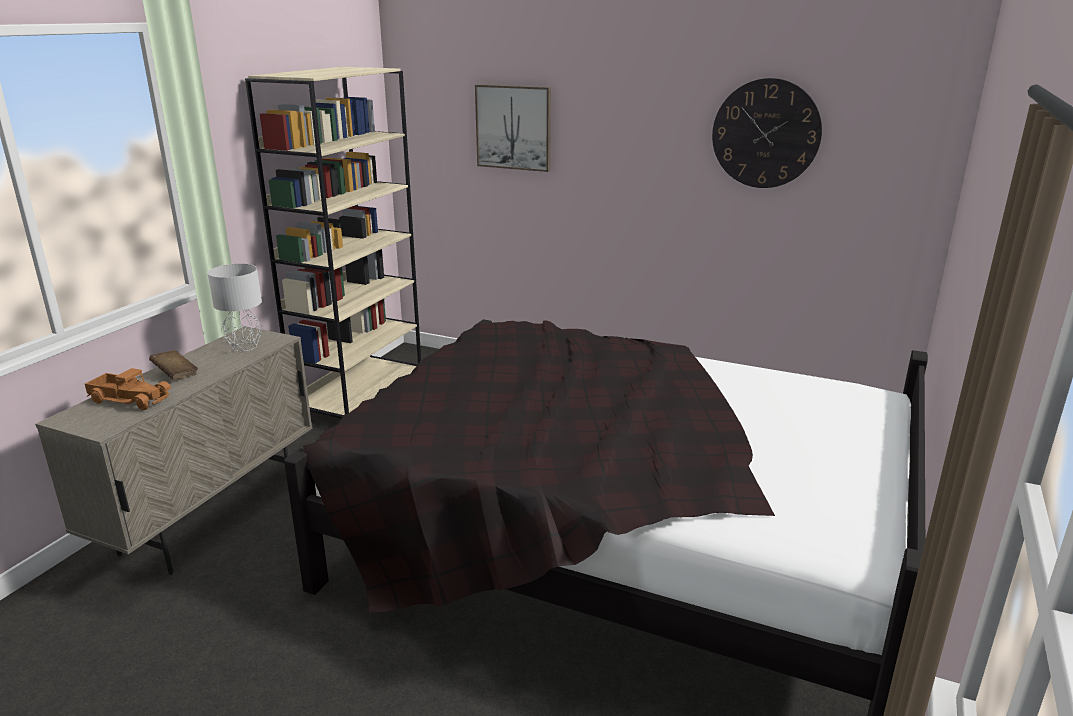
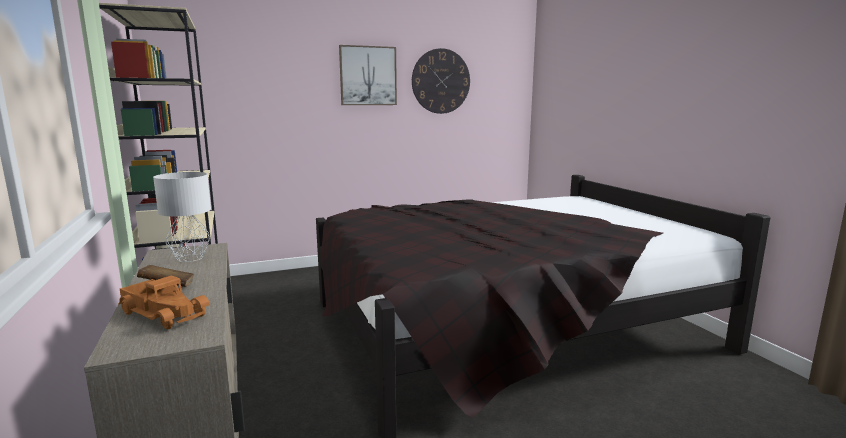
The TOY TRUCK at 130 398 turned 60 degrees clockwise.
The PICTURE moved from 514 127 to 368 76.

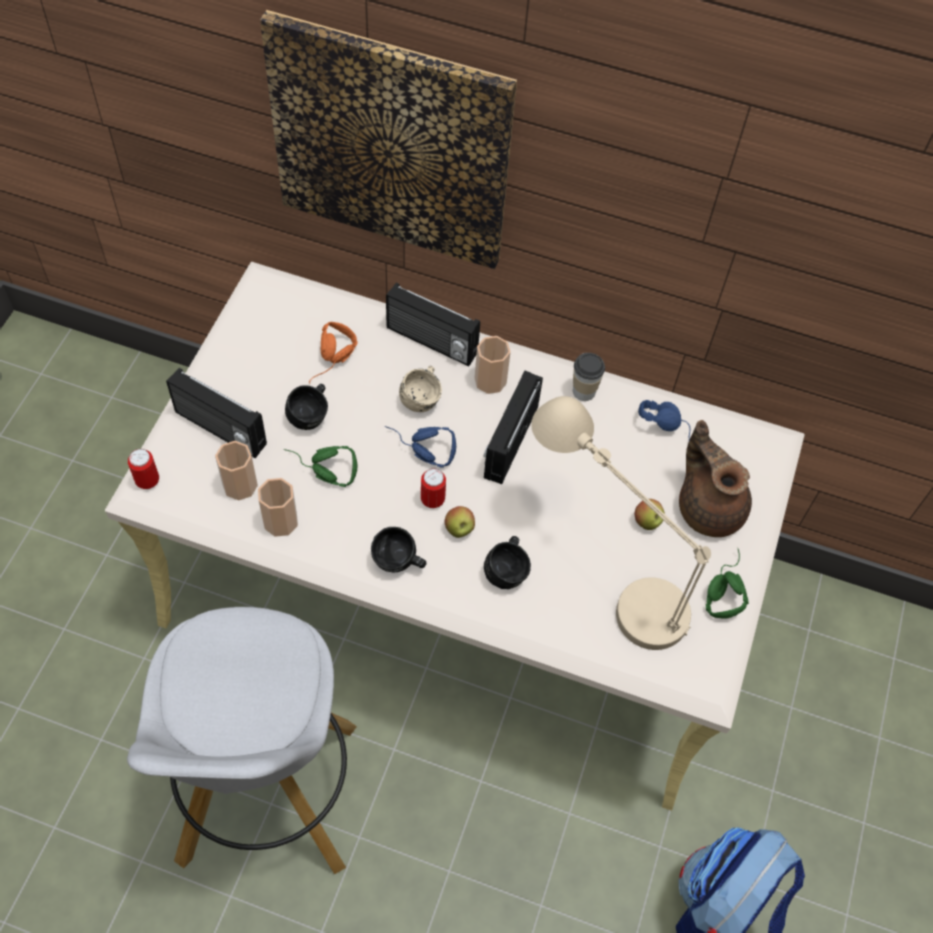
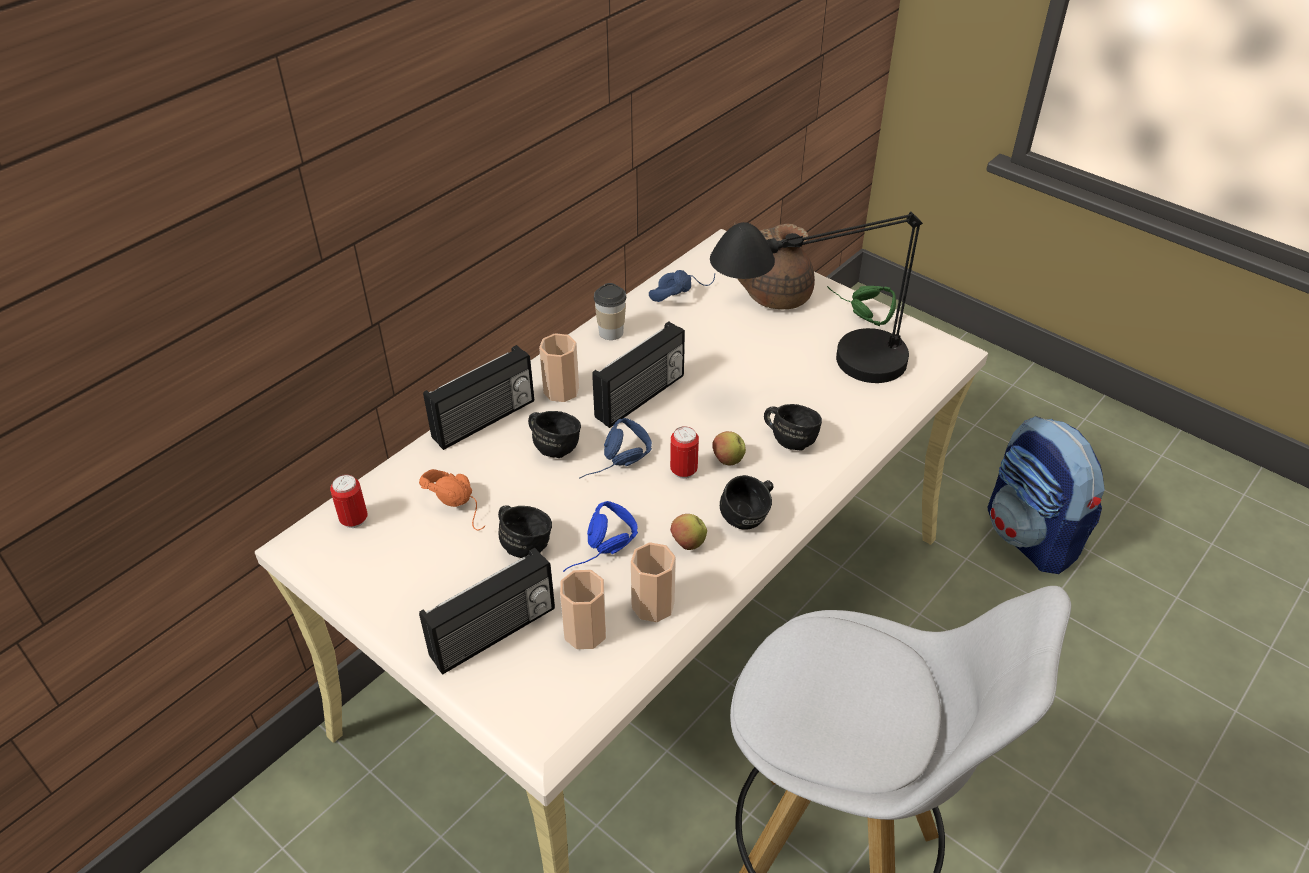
The CAN moved from 147 481 to 354 520.
The PICTURE at 391 143 disappeared.
The GREEN HEADPHONES at 320 471 became the BLUE HEADPHONES at 603 553.
The BEIGE MUG at 423 398 became the BLACK MUG at 554 445.
The RADIO at 509 441 turned 90 degrees counterclockwise.
The BEIGE TABLE LAMP at 605 570 became the BLACK TABLE LAMP at 814 374.
The APPLE moved from 647 522 to 688 544.

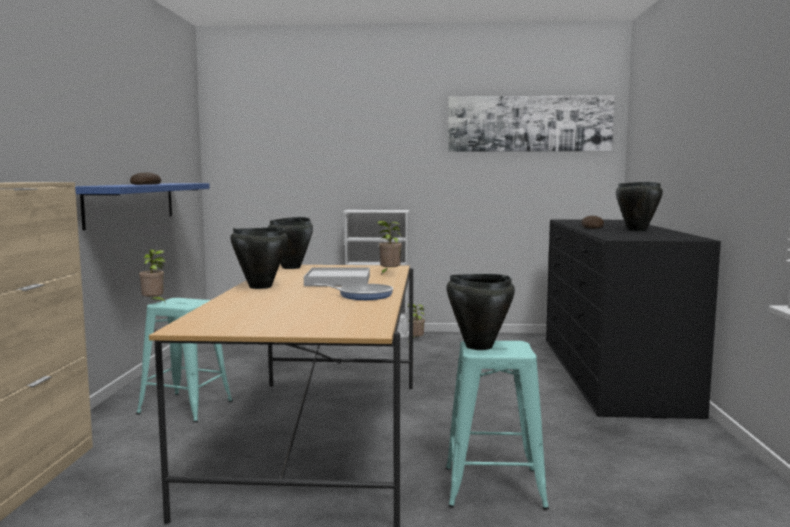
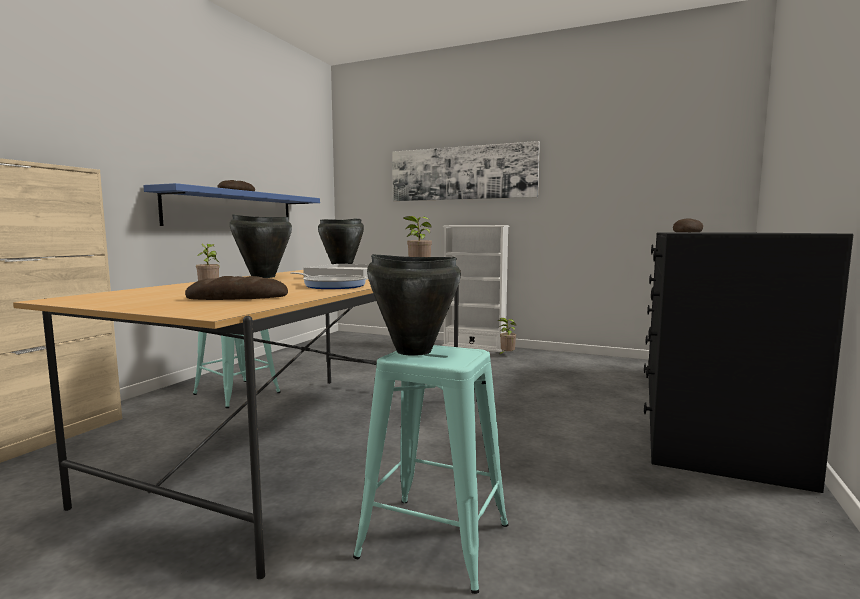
The PICTURE moved from 529 124 to 462 173.
The BLACK COOKING POT at 636 230 disappeared.
The BREAD at 238 297 appeared.

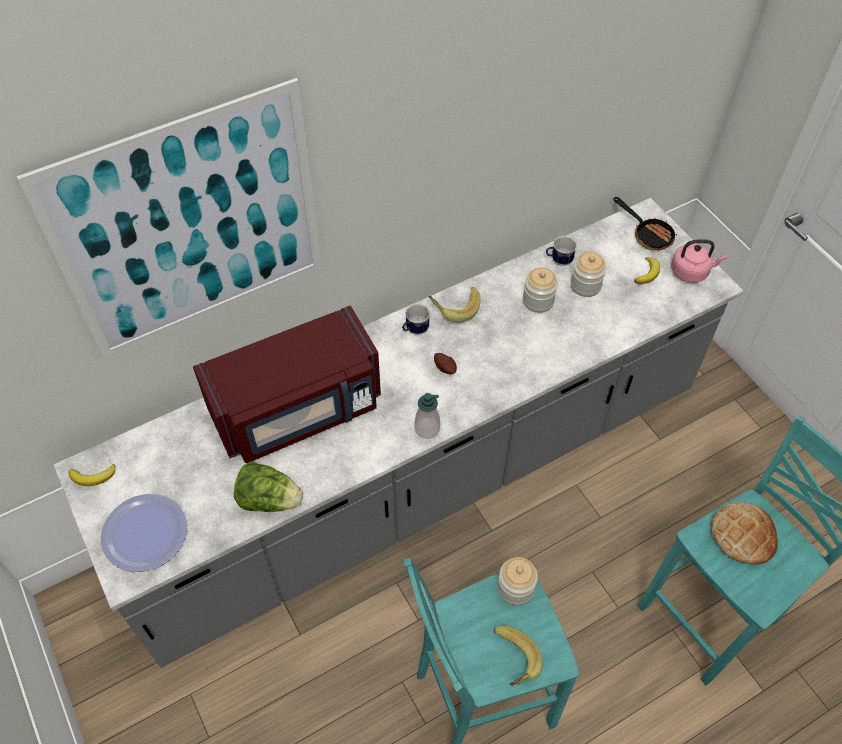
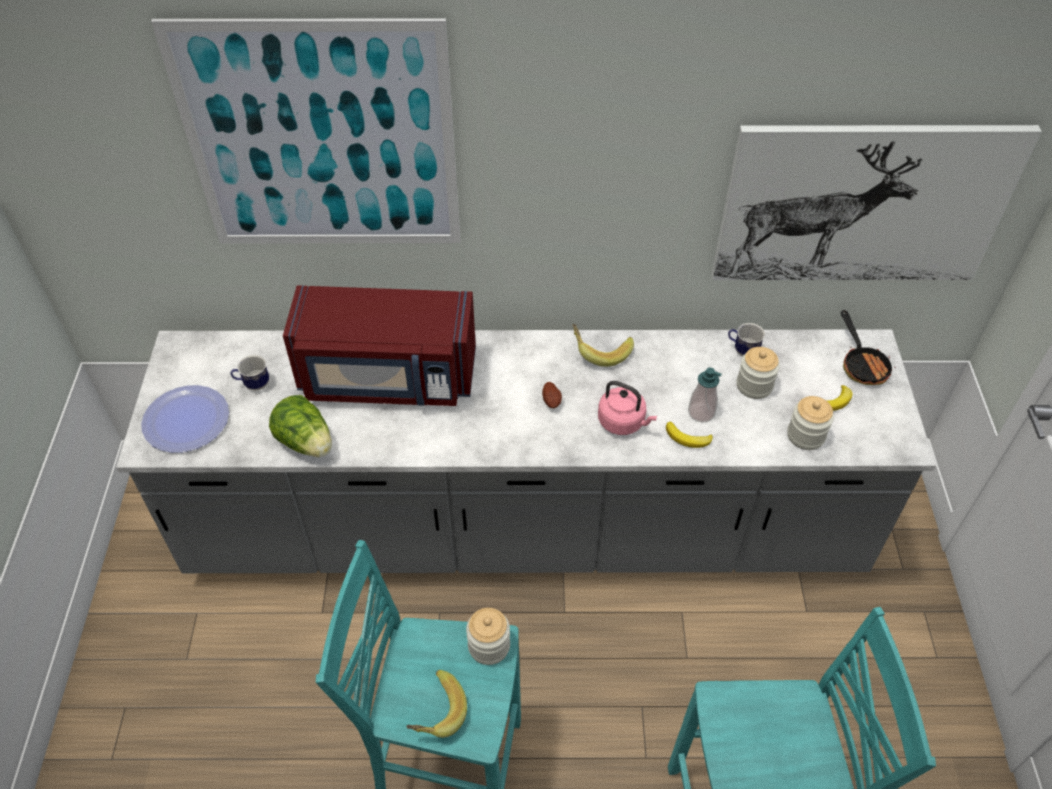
The BANANA moved from 93 477 to 687 438.
The MUG moved from 414 330 to 253 384.
The SOAP DISPENSER moved from 427 429 to 701 413.
The JAR moved from 538 301 to 805 435.
The PINK KETTLE moved from 691 272 to 623 422.
The BREAD at 742 535 disappeared.
The PICTURE at 863 204 appeared.

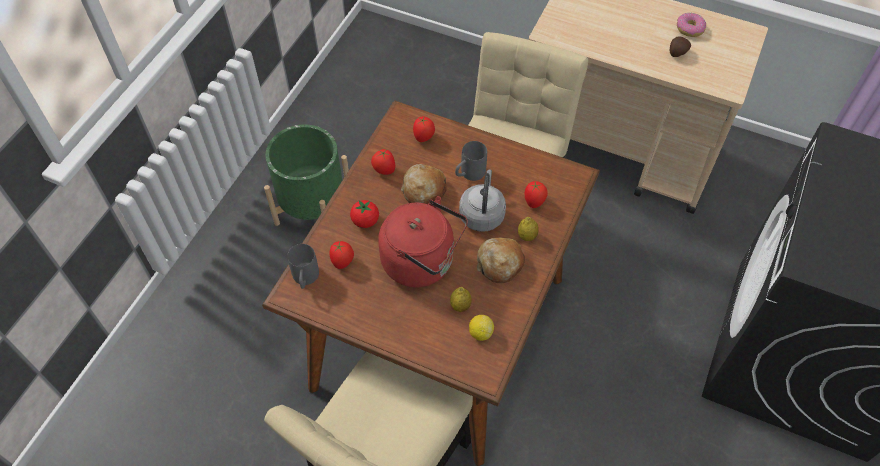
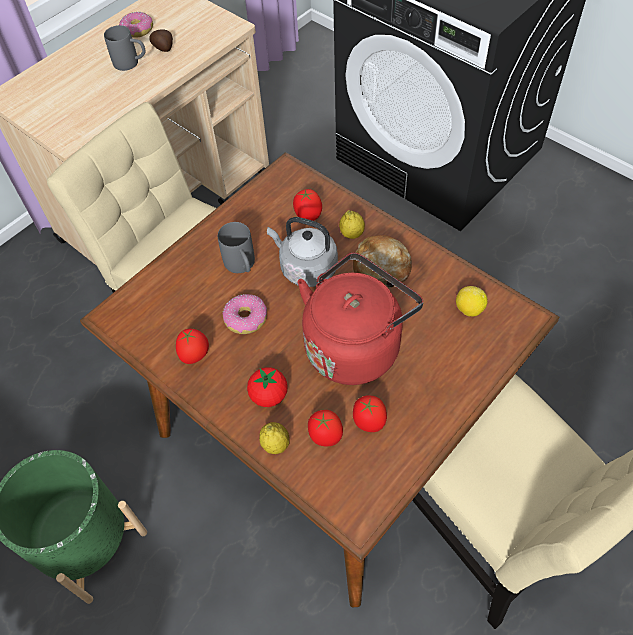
The GREY MUG moved from 305 279 to 131 63.
The BREAD at 423 190 was replaced by the DONUT at 246 319.
The TOMATO moved from 424 137 to 368 422.
The LEMON moved from 460 306 to 275 445.

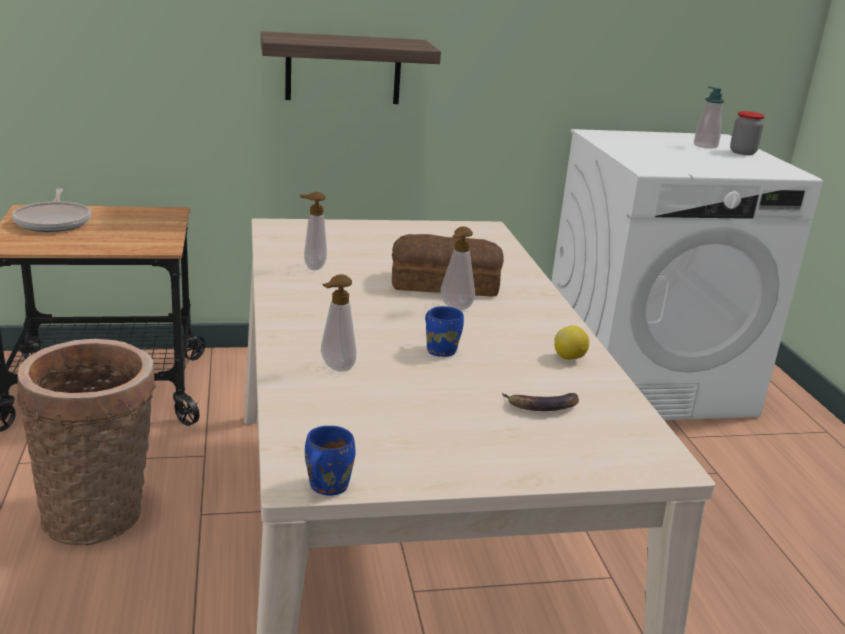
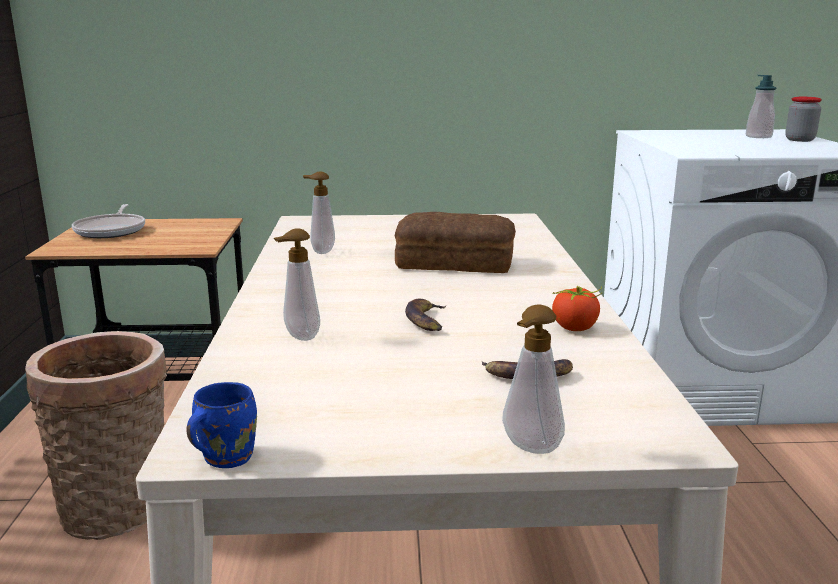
The SHELF at 343 69 disappeared.
The BLUE MUG at 441 350 was replaced by the BANANA at 427 321.
The SOAP DISPENSER moved from 454 307 to 529 449.
The LEMON at 569 358 was replaced by the TOMATO at 575 328.

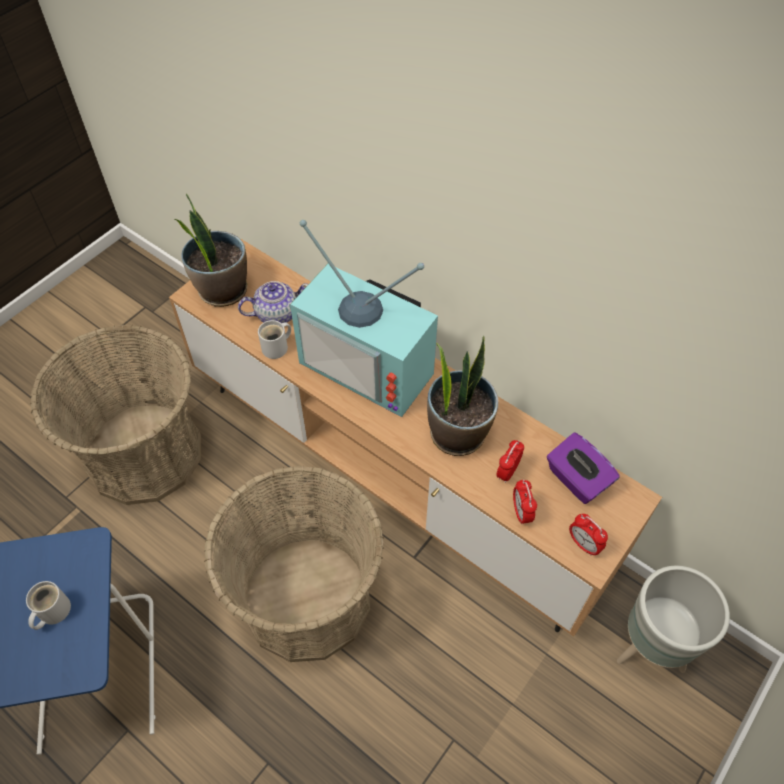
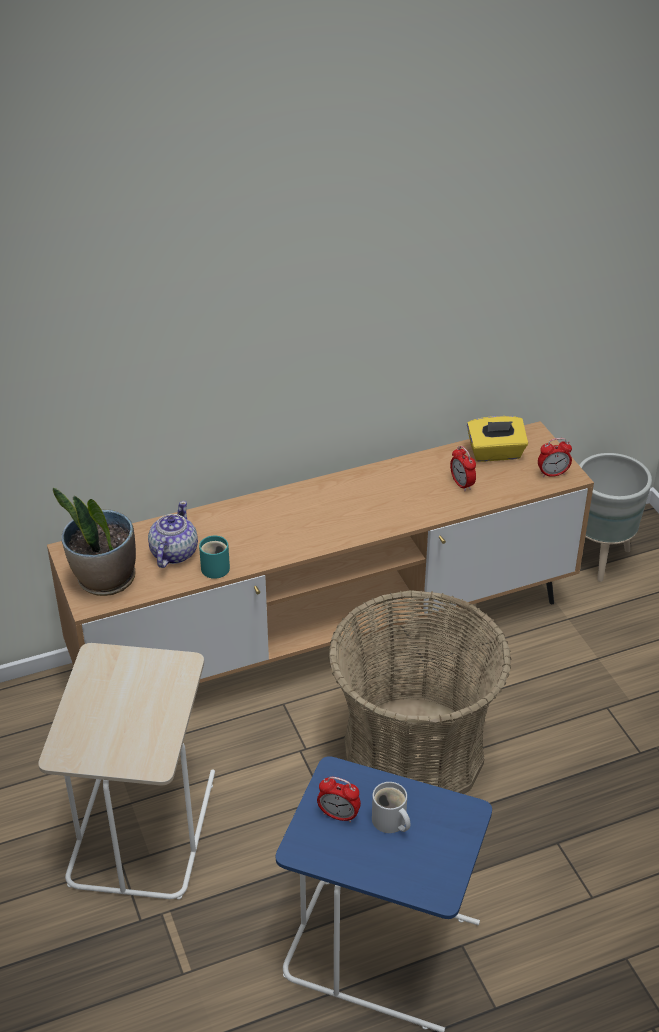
The BASKET at 144 453 was replaced by the BEIGE SIDE TABLE at 140 827.
The WHITE MUG at 277 347 became the TURQUOISE MUG at 215 566.
The TELEVISION at 371 364 disappeared.
The POTTED PLANT at 457 433 disappeared.
The ALARM CLOCK moved from 521 512 to 338 815.
The PURPLE TISSUE BOX at 576 479 became the YELLOW TISSUE BOX at 495 453.

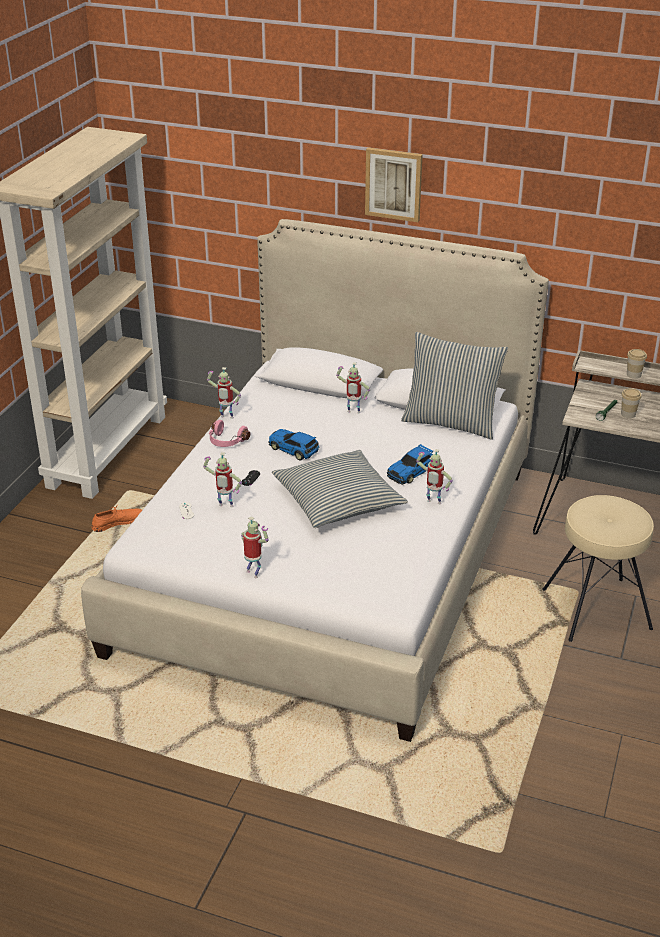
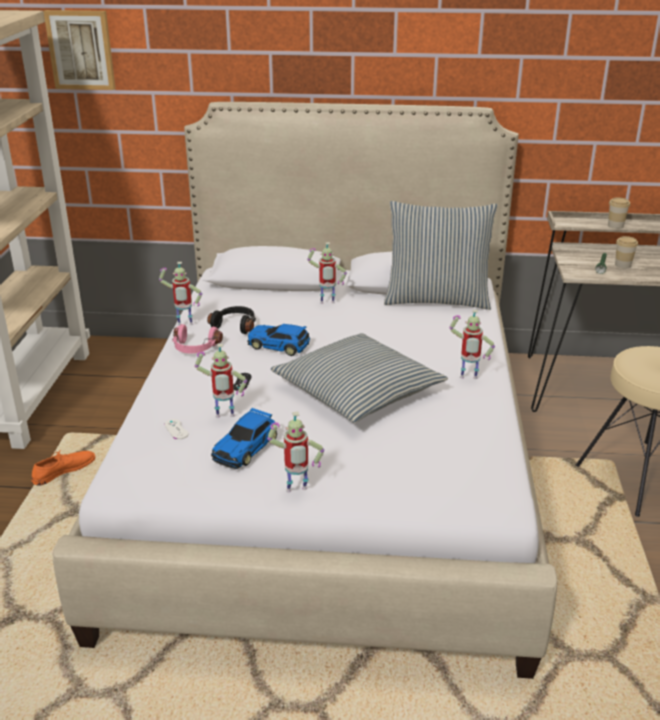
The TOY ROBOT at 254 573 turned 135 degrees clockwise.
The PICTURE moved from 393 184 to 81 50.
The TOY CAR moved from 412 471 to 246 447.
The BLACK HEADPHONES at 235 325 appeared.

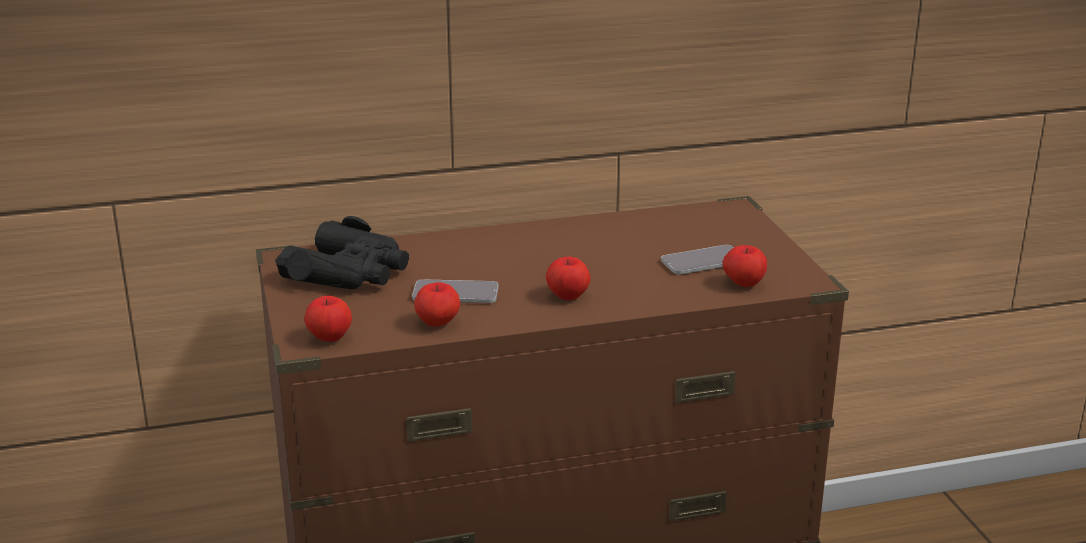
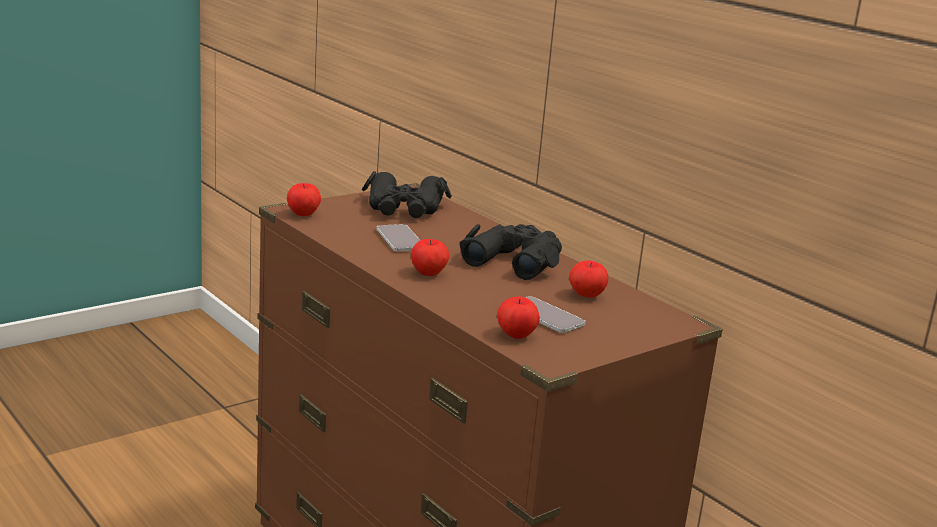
The APPLE moved from 437 323 to 586 295.
The BLACK BINOCULARS at 515 260 appeared.

